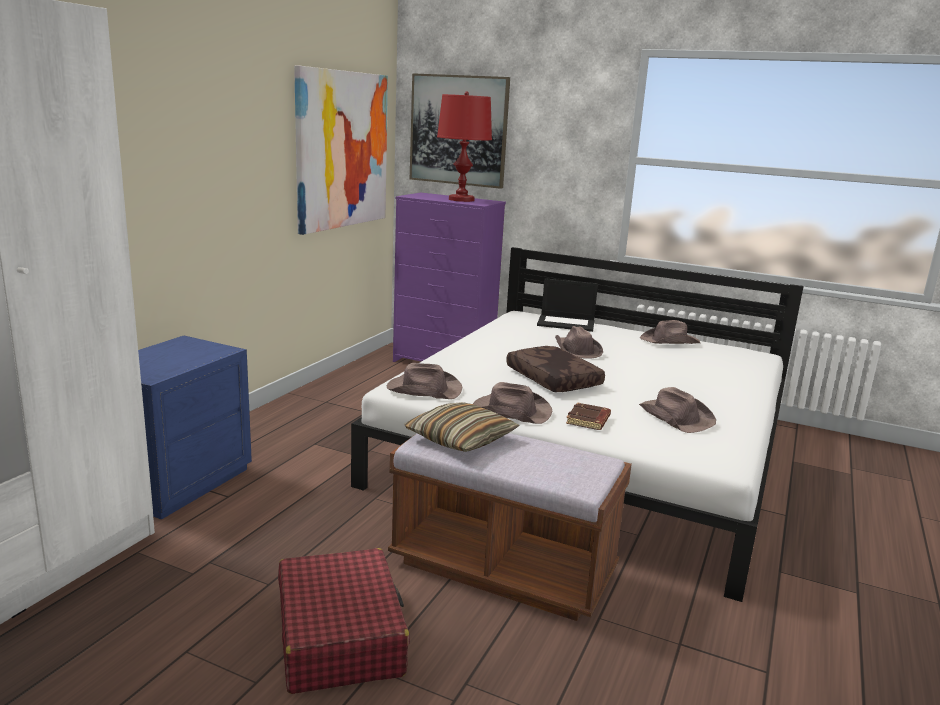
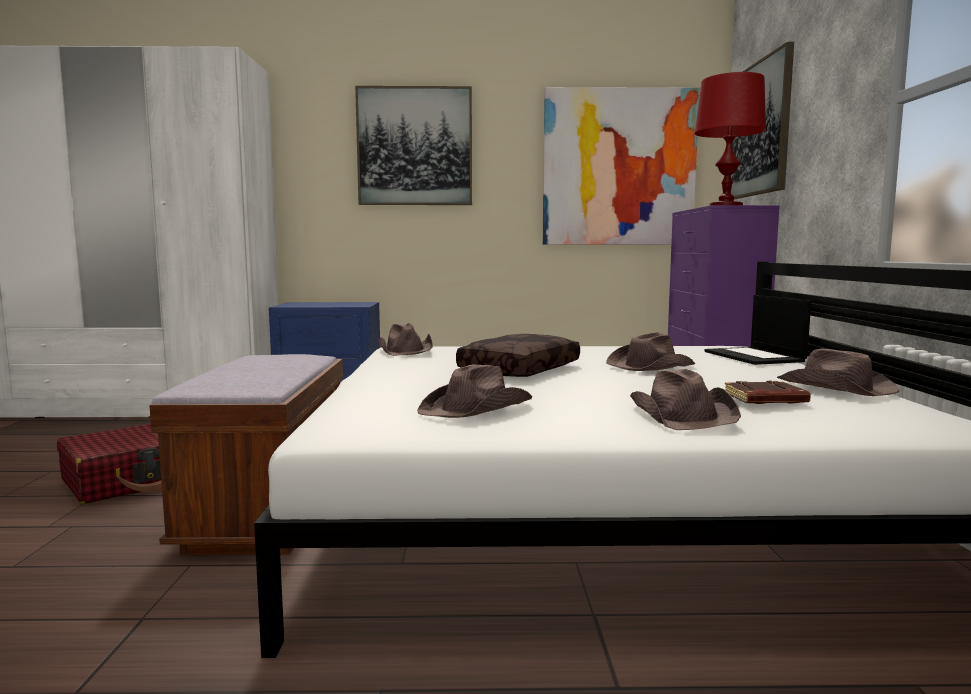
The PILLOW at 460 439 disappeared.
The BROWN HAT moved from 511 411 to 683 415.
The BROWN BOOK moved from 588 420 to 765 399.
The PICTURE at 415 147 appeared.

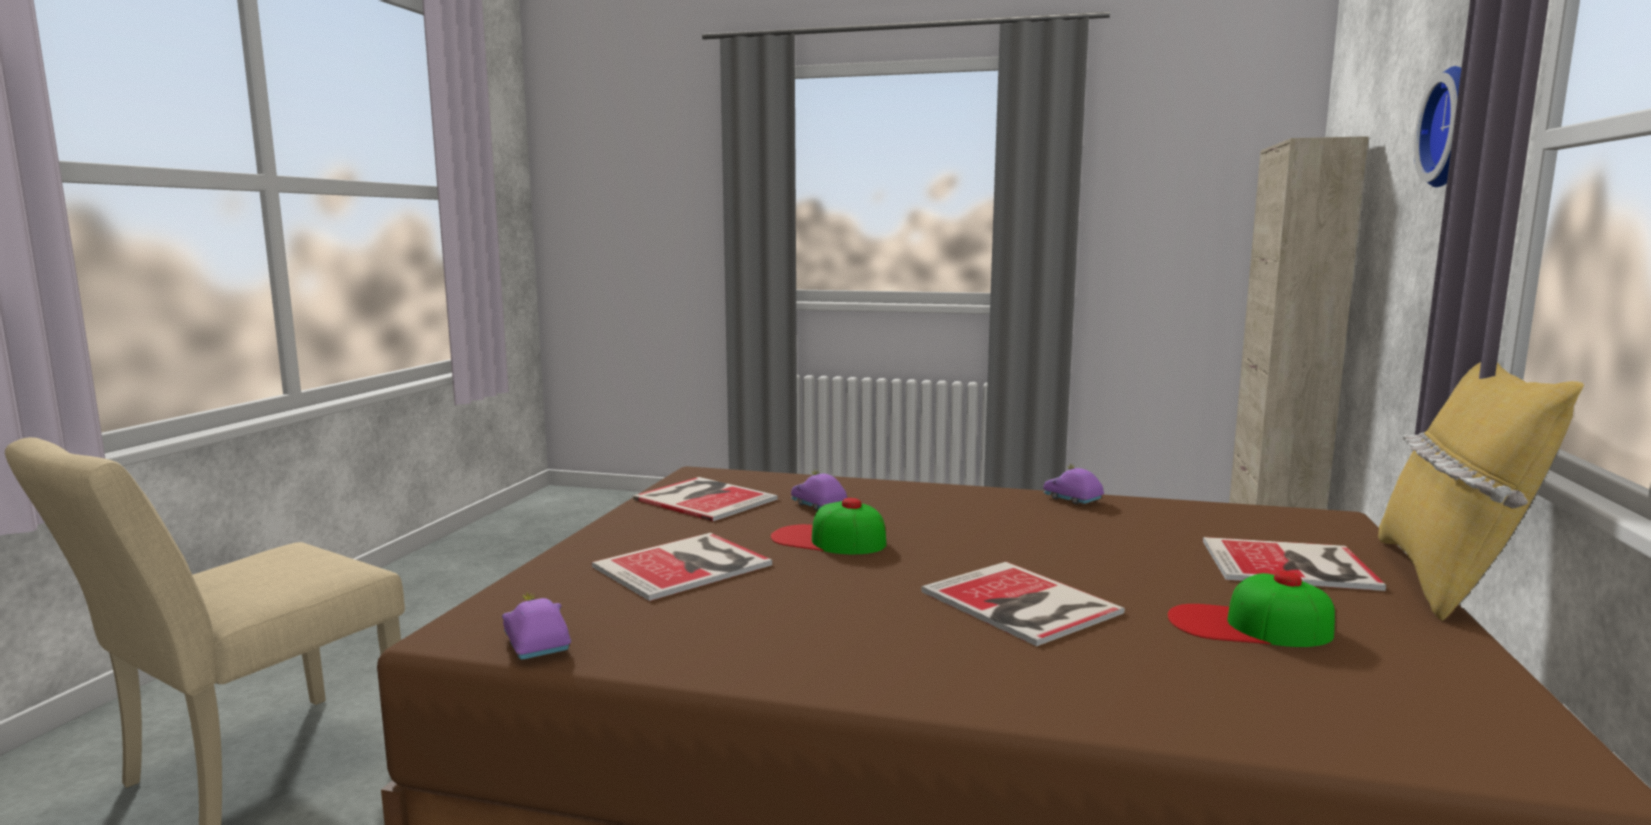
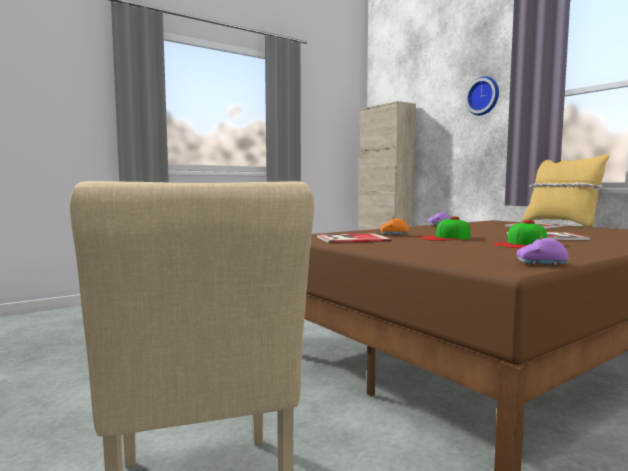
The BOOK at 687 566 disappeared.
The PURPLE TOY CAR at 818 505 became the ORANGE TOY CAR at 394 234.
The CAP moved from 1248 625 to 521 244.

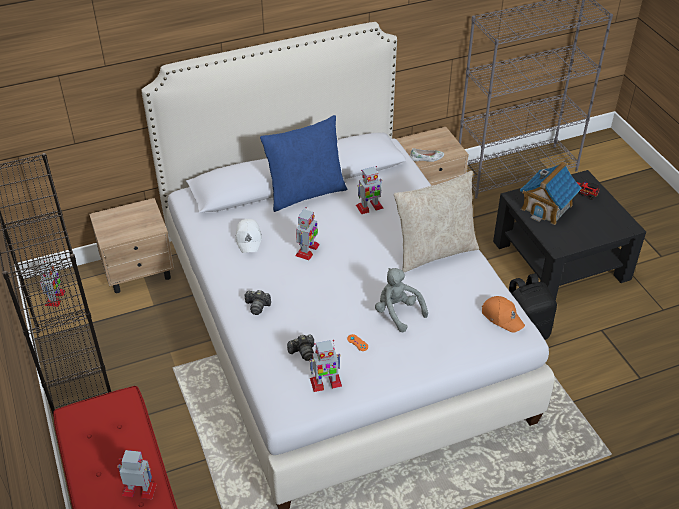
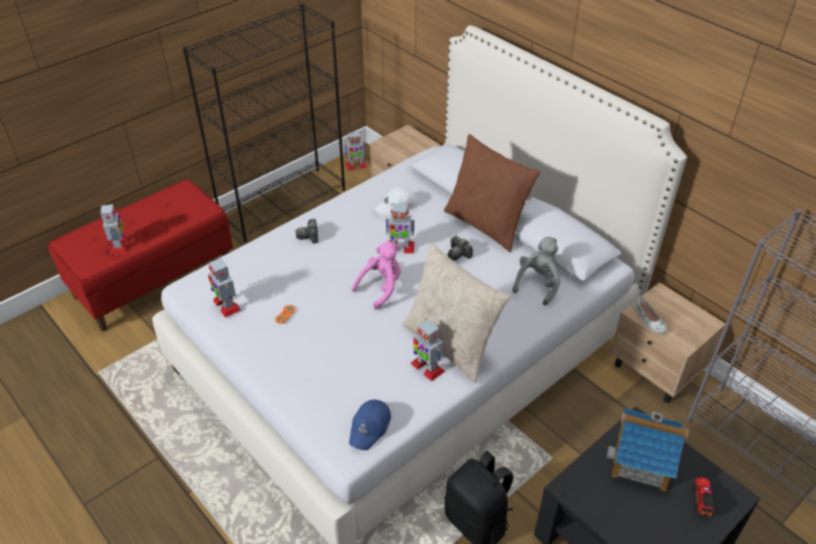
The BLUE PILLOW at 305 193 became the BROWN PILLOW at 486 224.
The PHOTO CAMERA moved from 303 352 to 458 254.
The TOY ROBOT moved from 369 207 to 427 367.
The GREY PLUSH TOY moved from 397 312 to 537 284.
The ORANGE CAP at 502 317 became the BLUE CAP at 370 427.
The PINK PLUSH TOY at 381 288 appeared.

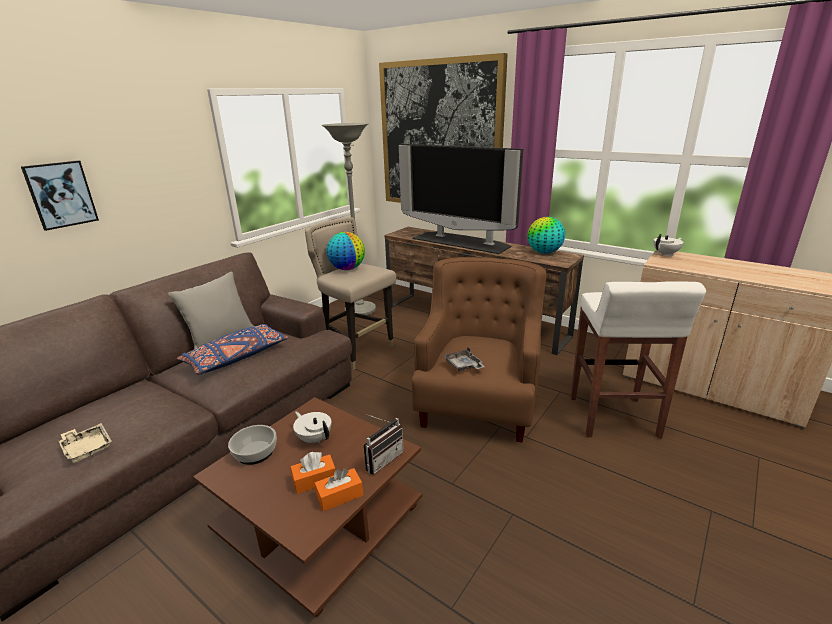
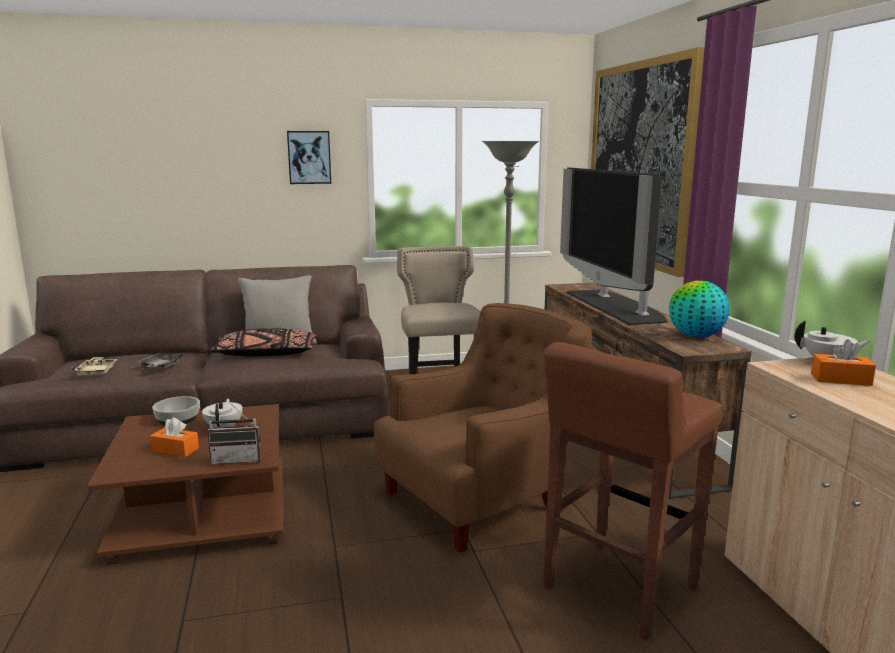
The PICTURE moved from 61 194 to 309 157.
The BLUE PILLOW at 236 357 became the BLACK PILLOW at 265 354.
The ORANGE TISSUE BOX moved from 339 495 to 840 379.
The GLOBE at 347 269 disappeared.
The GREY TRAY moved from 463 366 to 159 367.
The WHITE STOOL at 613 418 became the BROWN STOOL at 618 589.

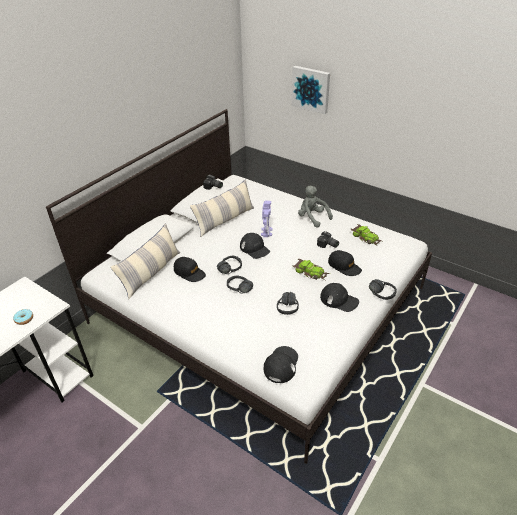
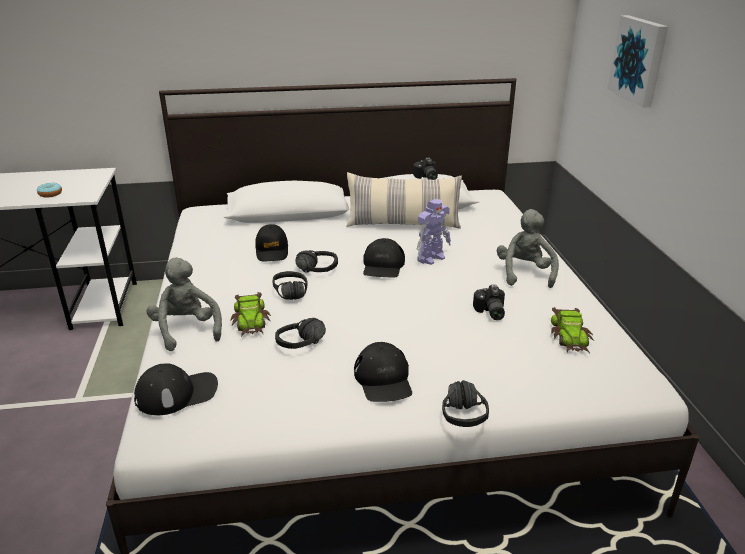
The PILLOW at 151 273 disappeared.
The TOY CAR moved from 311 272 to 251 320.
The BLACK CAP at 344 266 disappeared.
The GREY PLUSH TOY at 187 330 appeared.

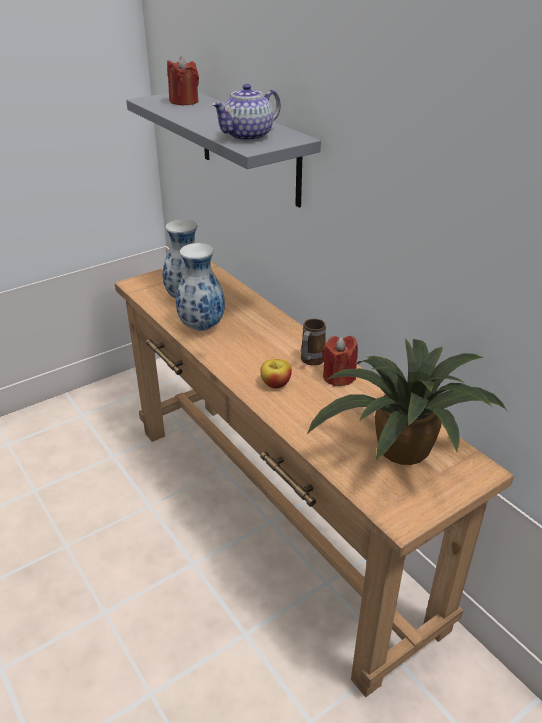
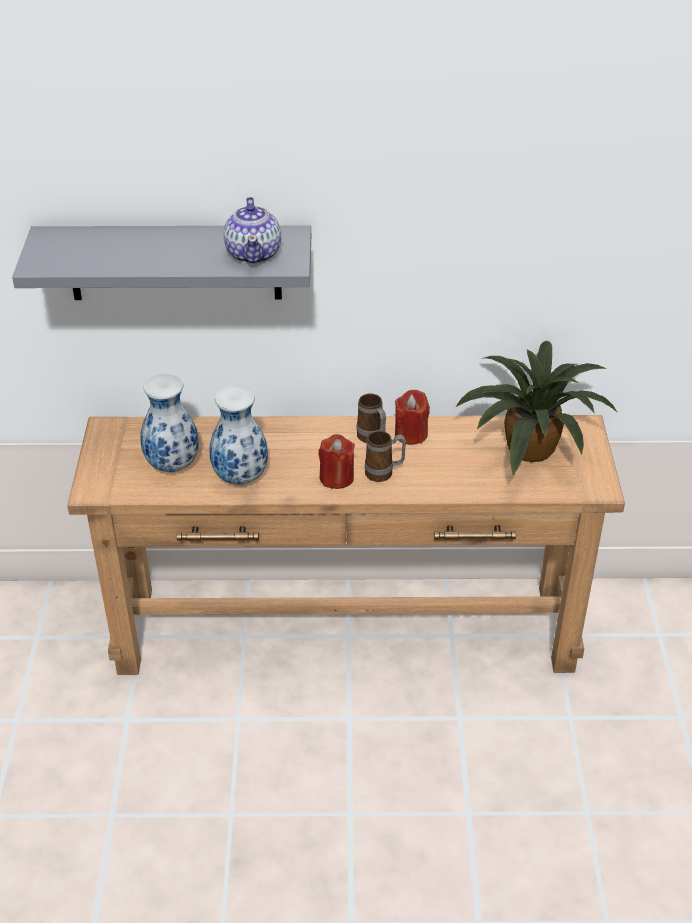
The RED CANDLE moved from 184 102 to 336 478.
The APPLE at 276 384 was replaced by the MUG at 384 473.

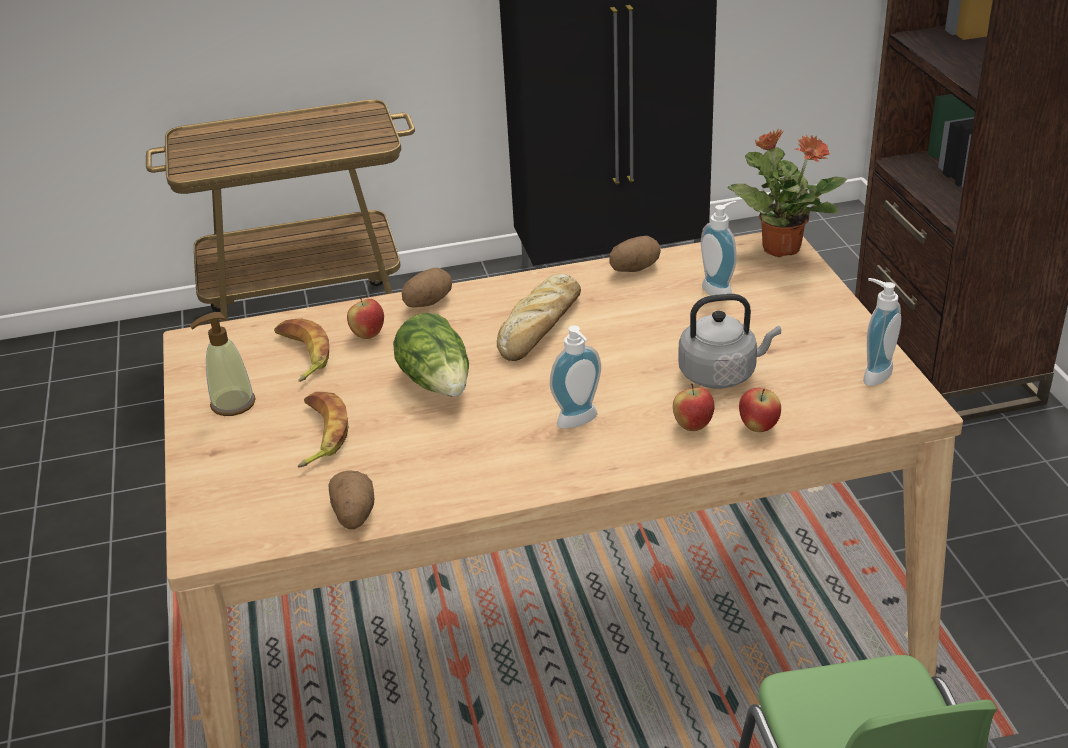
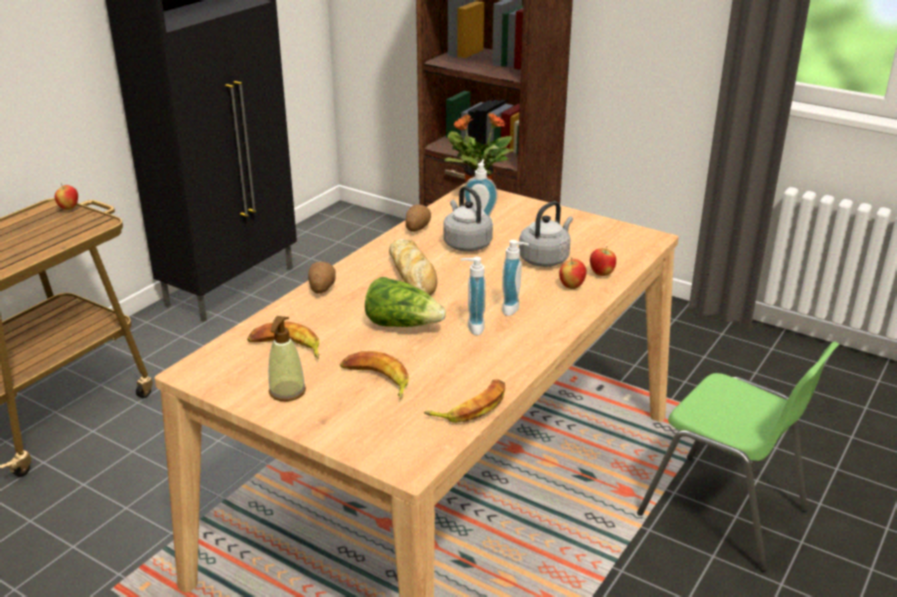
The POTATO at 354 515 was replaced by the BANANA at 471 407.
The APPLE moved from 368 335 to 69 208.
The SOAP DISPENSER moved from 873 373 to 472 327.
The GREY KETTLE at 466 244 appeared.

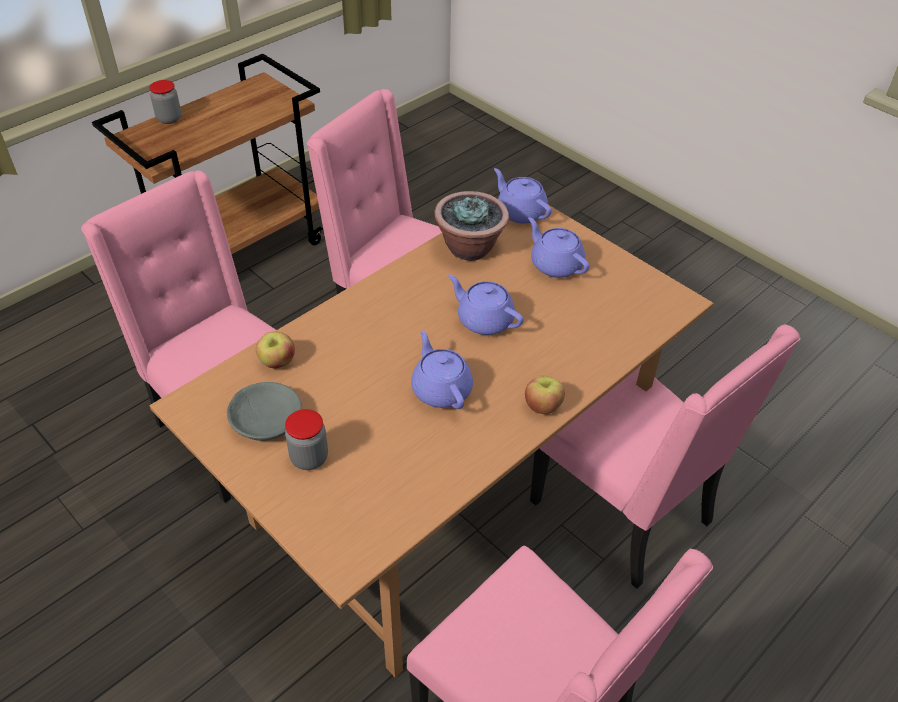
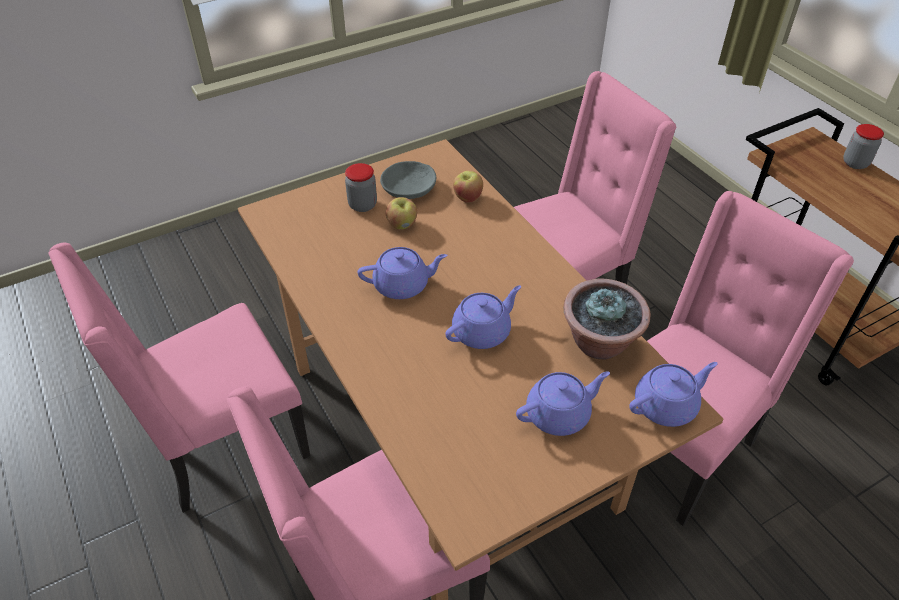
The APPLE moved from 543 406 to 402 224.

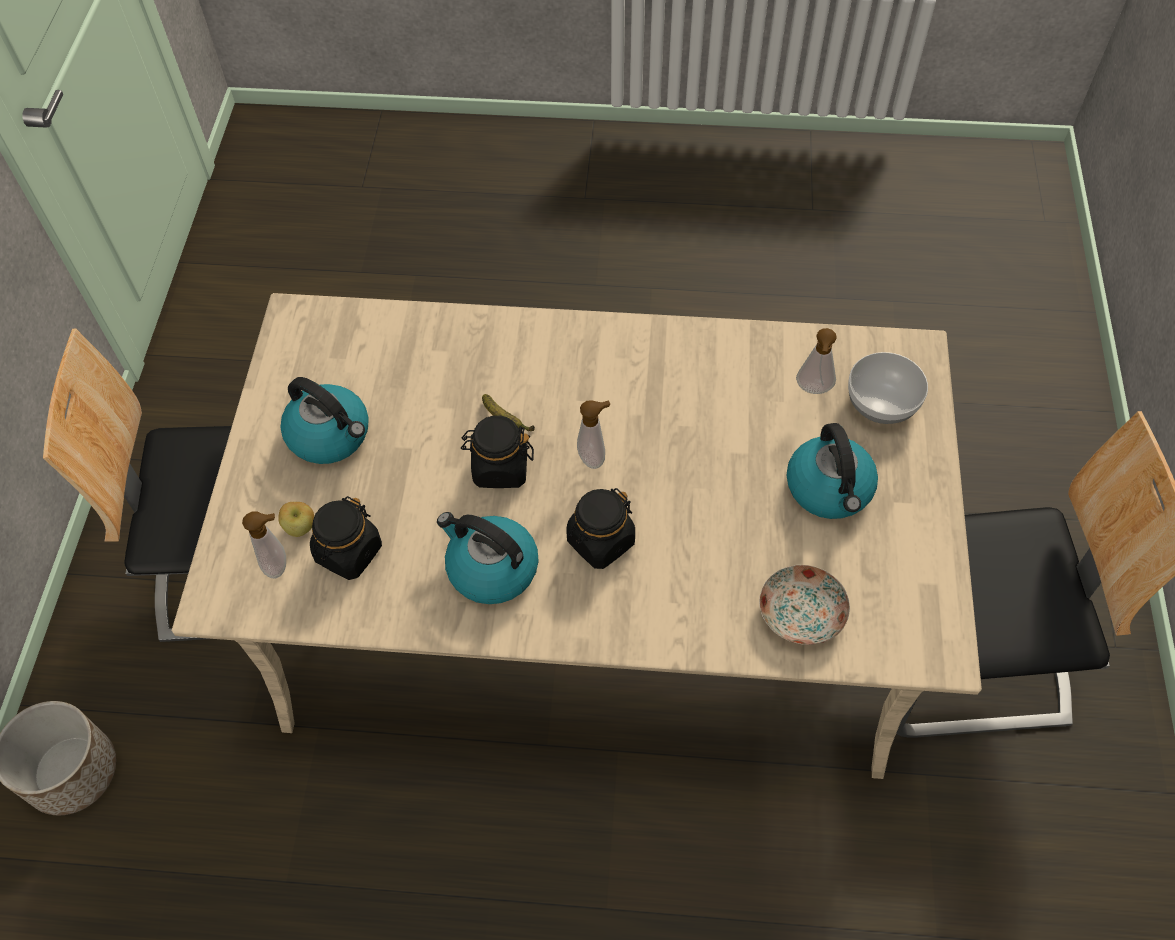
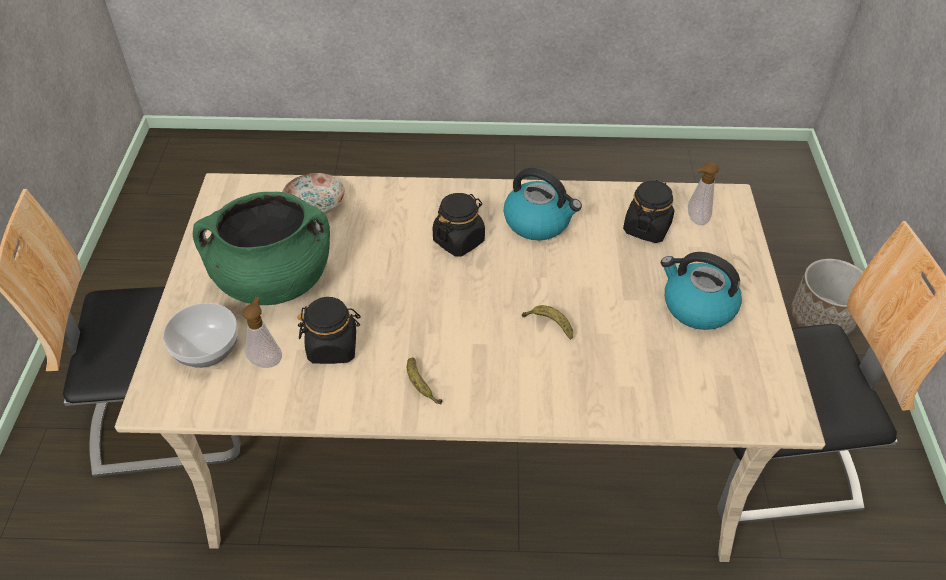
The APPLE at 301 528 disappeared.
The BLACK JAR moved from 500 468 to 333 347.
The SOAP DISPENSER at 594 457 disappeared.
The KETTLE at 829 489 was replaced by the GREEN COOKING POT at 274 281.
The BANANA at 420 385 appeared.

